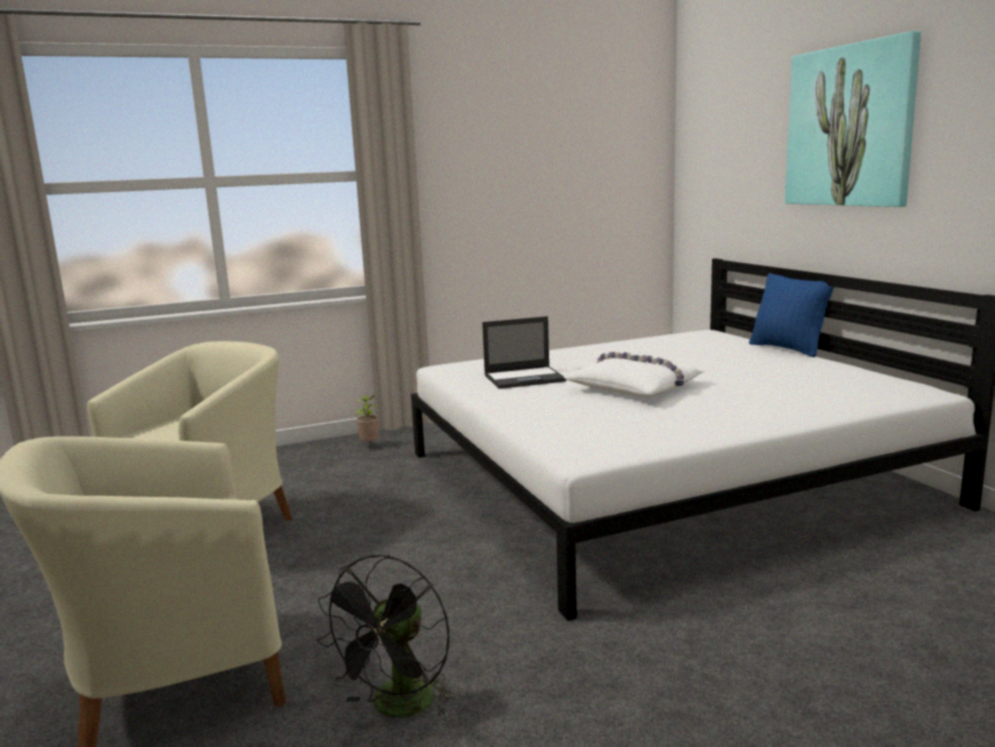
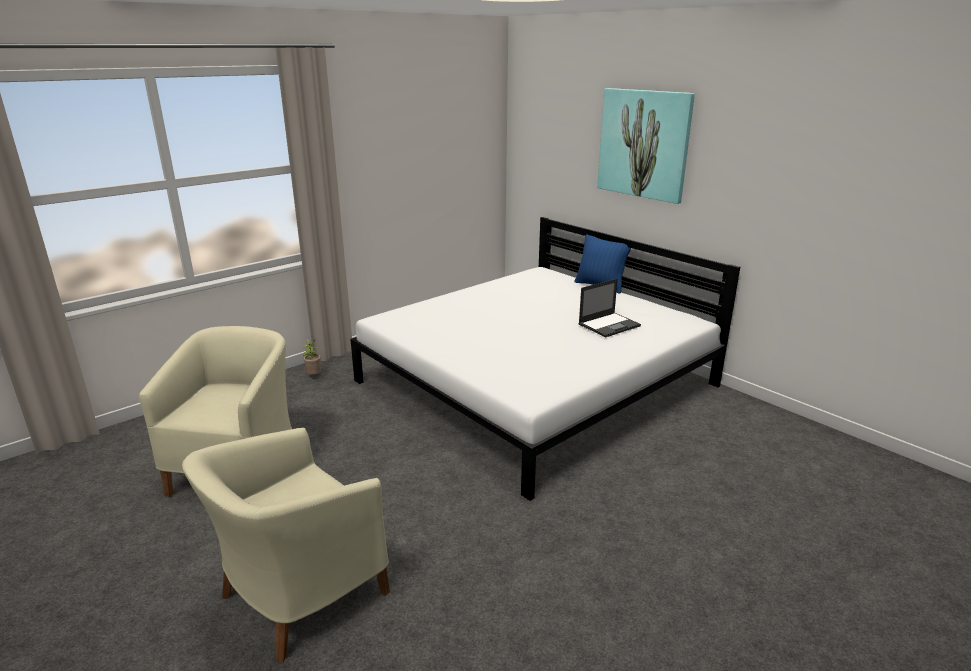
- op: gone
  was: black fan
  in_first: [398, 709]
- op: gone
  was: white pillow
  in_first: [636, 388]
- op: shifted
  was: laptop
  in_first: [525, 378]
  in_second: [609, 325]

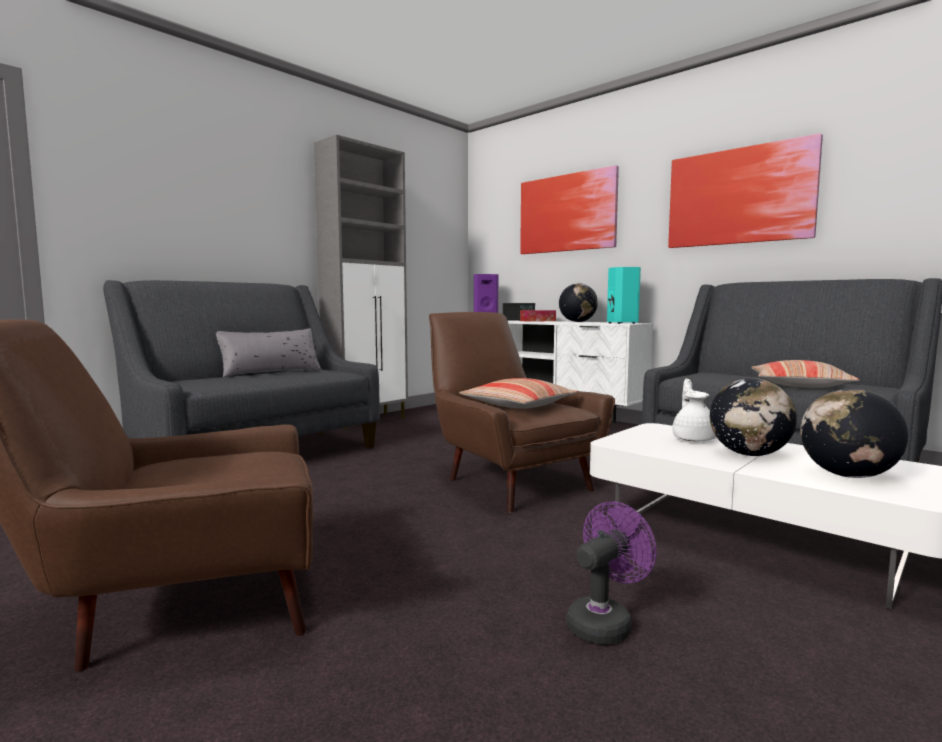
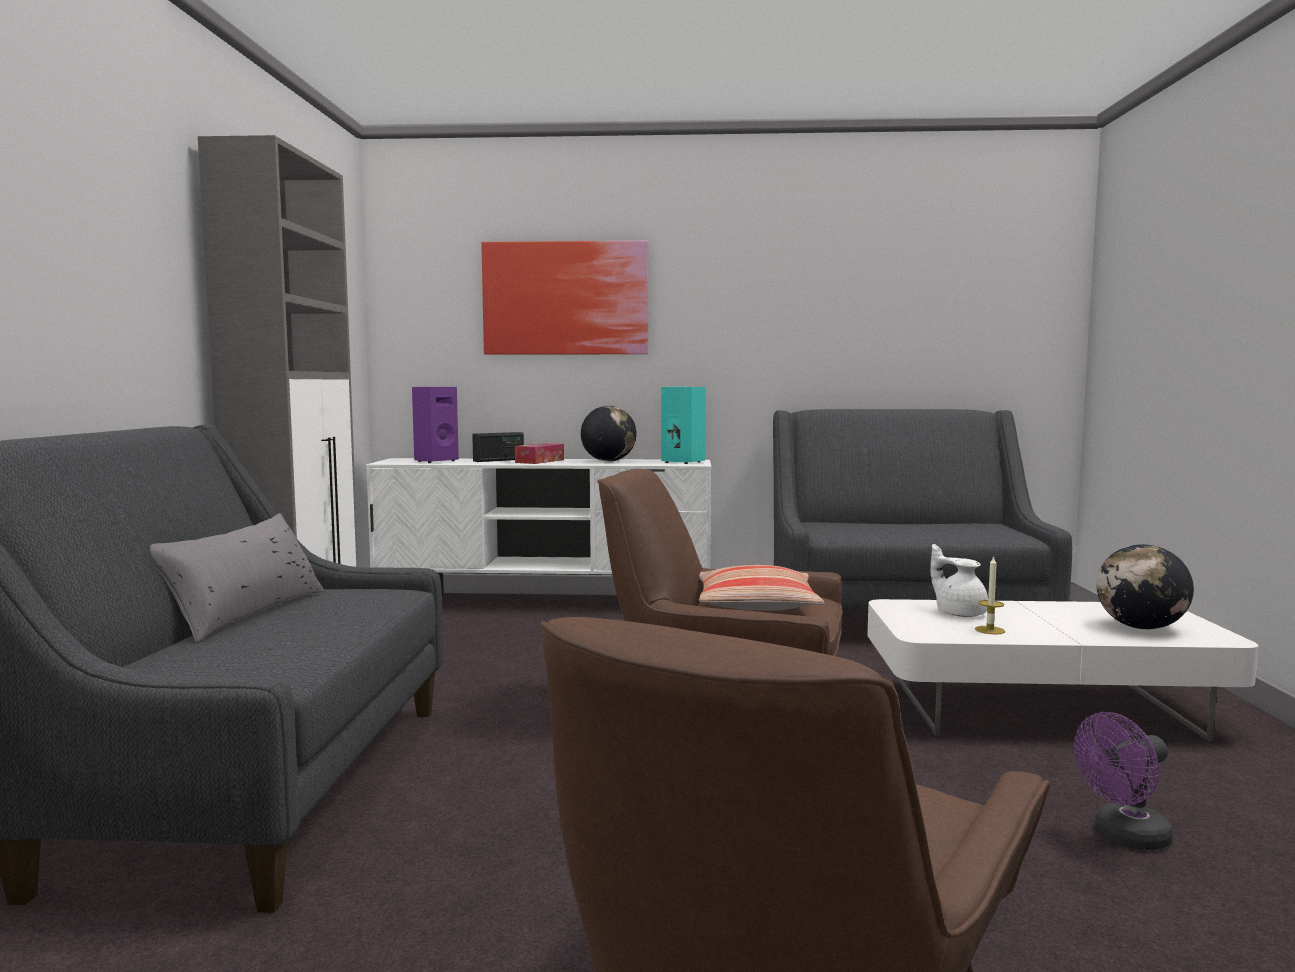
- op: gone
  was: picture
  in_first: [739, 196]
- op: gone
  was: globe
  in_first: [749, 454]
- op: gone
  was: pillow
  in_first: [799, 385]
- op: new
  now: candle
  in_second: [990, 630]
- op: rotated
  was: purple fan
  in_first: [604, 622]
  in_second: [1124, 837]
  clockwise: -120

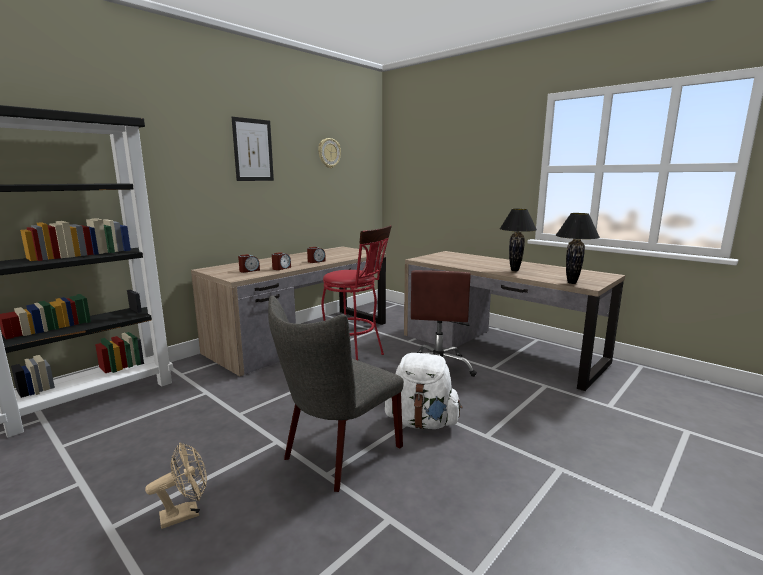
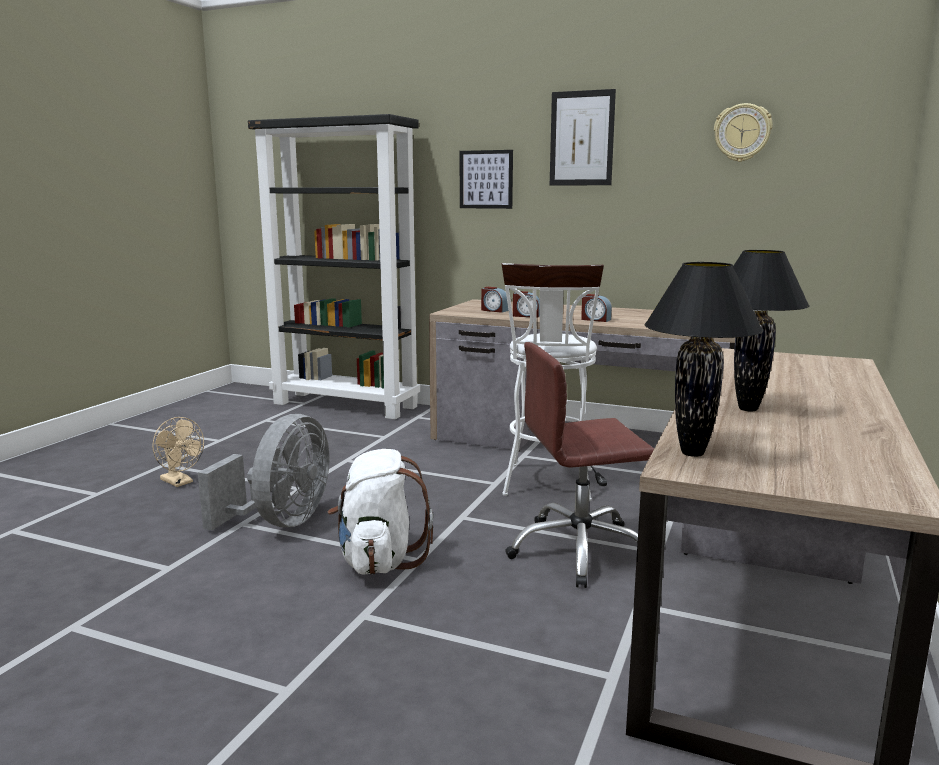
- op: new
  now: picture
  in_second: [486, 179]
- op: swapped
  was: grey chair
  now: grey fan
  in_first: [337, 455]
  in_second: [281, 522]
- op: repainted
  was: red stool
  now: white stool
  in_first: [355, 359]
  in_second: [548, 485]

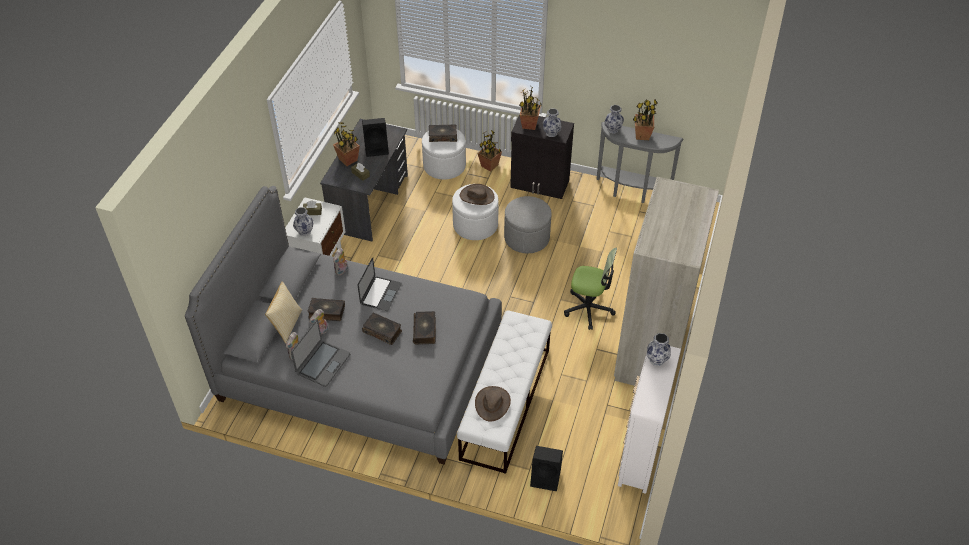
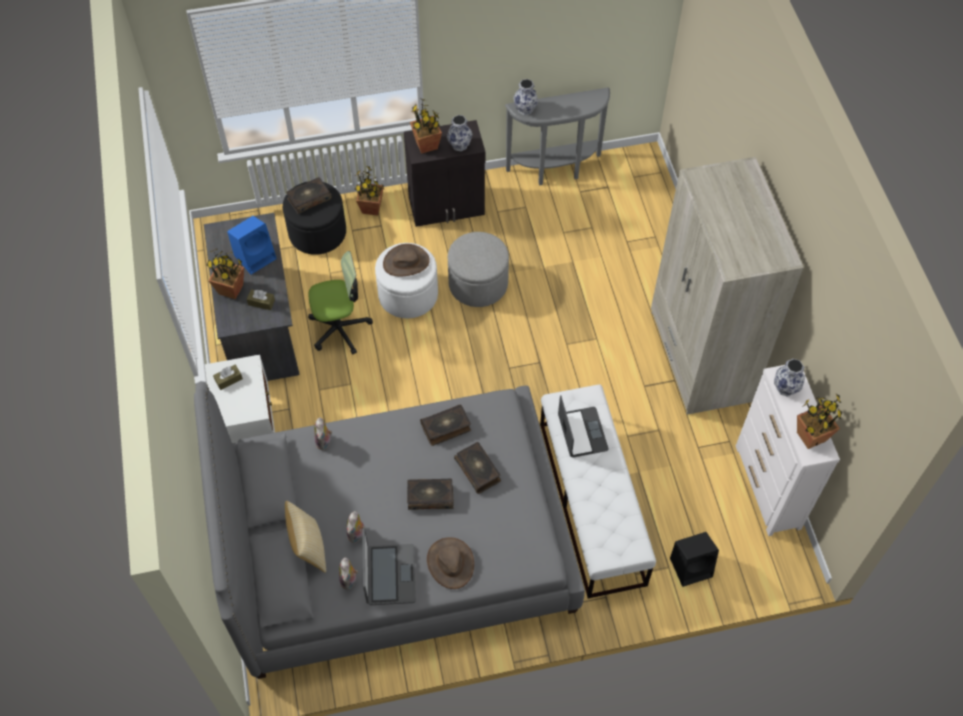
- op: gone
  was: vase
  in_first: [304, 232]
- op: shifted
  was: book
  in_first: [326, 312]
  in_second: [446, 428]
- op: shifted
  was: laptop
  in_first: [380, 294]
  in_second: [582, 432]
- op: shifted
  was: brown hat
  in_first: [492, 403]
  in_second: [450, 563]
- op: shifted
  was: office chair
  in_first: [588, 308]
  in_second: [339, 328]
- op: shifted
  was: potted plant
  in_first: [642, 135]
  in_second: [810, 437]
- op: repainted
  was: black speaker
  now: blue speaker
  in_first: [377, 148]
  in_second: [256, 256]
- op: repainted
  was: white ottoman
  now: black ottoman
  in_first: [444, 166]
  in_second: [317, 232]

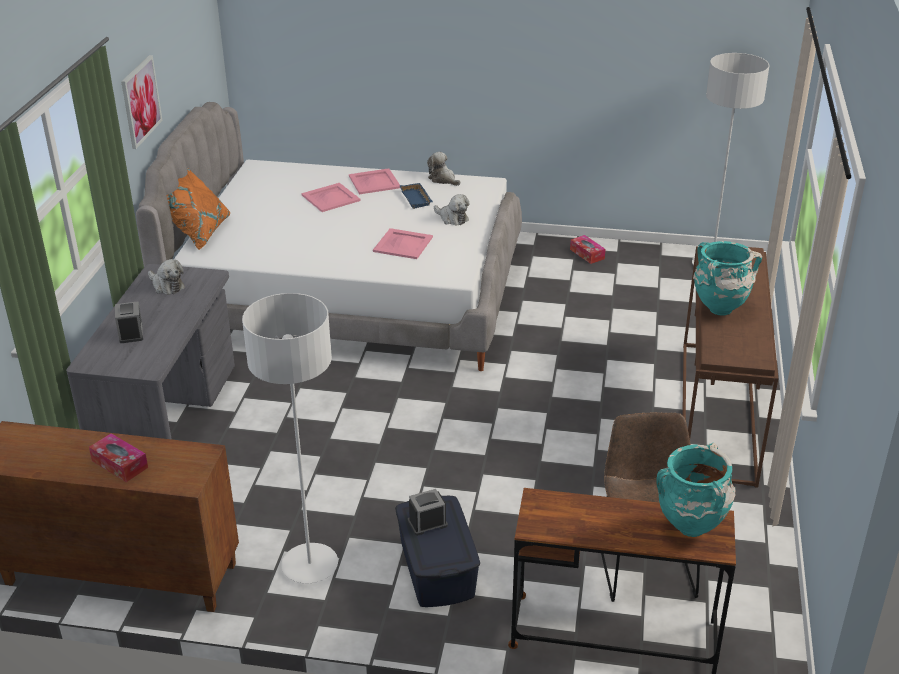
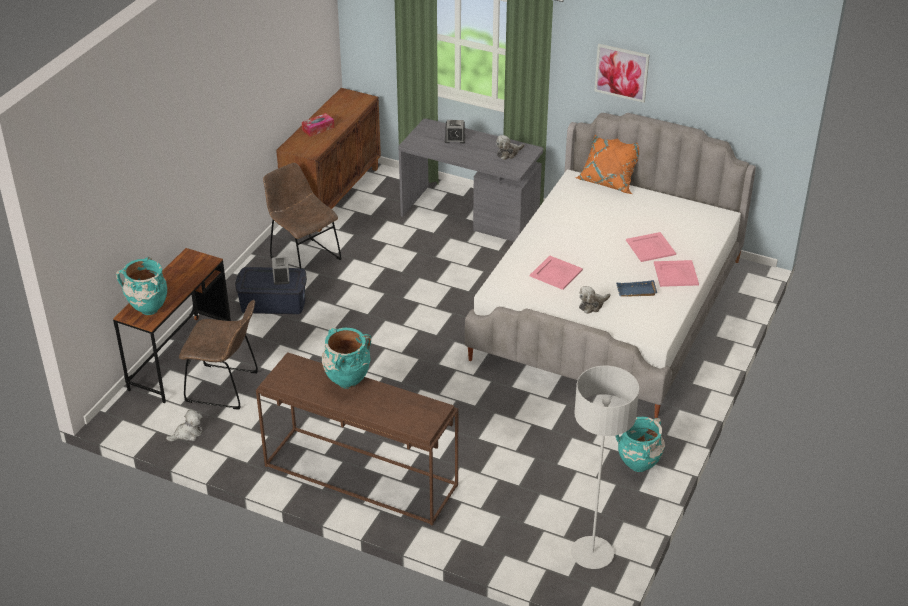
- op: shifted
  was: plush toy
  in_first: [443, 179]
  in_second: [188, 434]
- op: swapped
  was: white floor lamp
  now: brown chair
  in_first: [310, 565]
  in_second: [303, 257]
- op: swapped
  was: tissue box
  now: turquoise vase
  in_first: [587, 254]
  in_second: [638, 467]

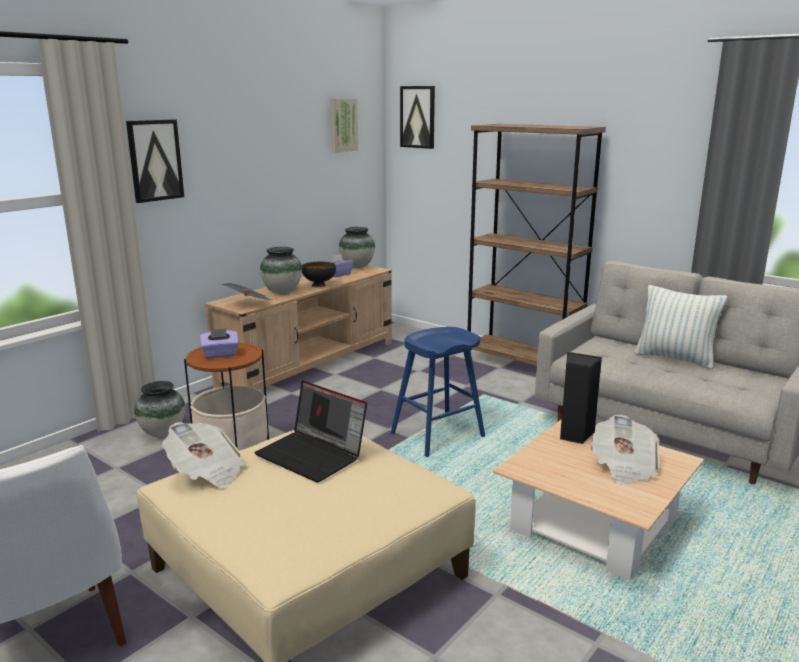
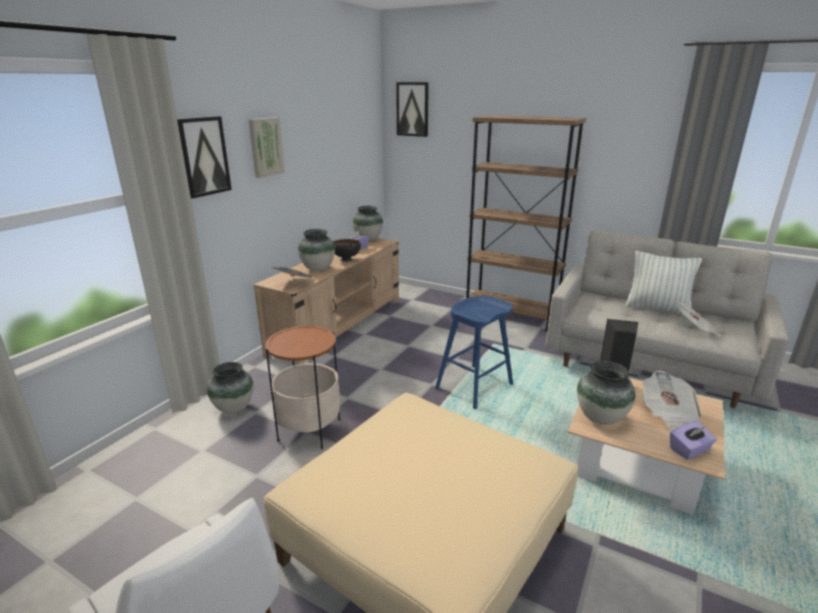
- op: gone
  was: laptop
  in_first: [313, 455]
- op: new
  now: vase
  in_second: [601, 418]
- op: shifted
  was: newspaper
  in_first: [206, 472]
  in_second: [694, 330]
- op: shifted
  was: purple tissue box
  in_first: [220, 354]
  in_second: [689, 450]
- op: shifted
  was: picture
  in_first: [342, 125]
  in_second: [265, 147]

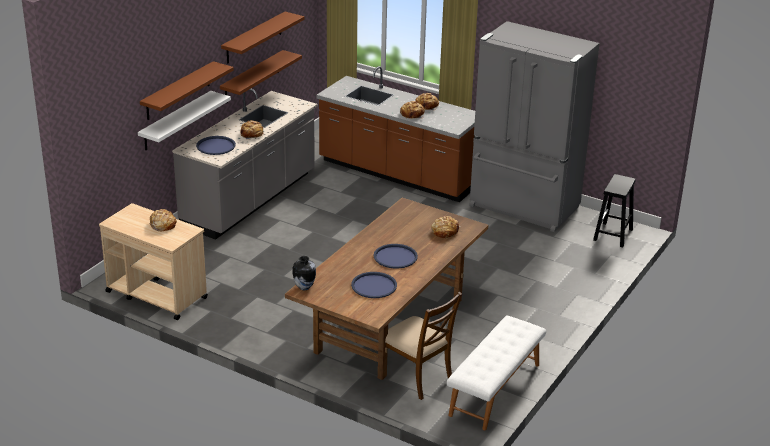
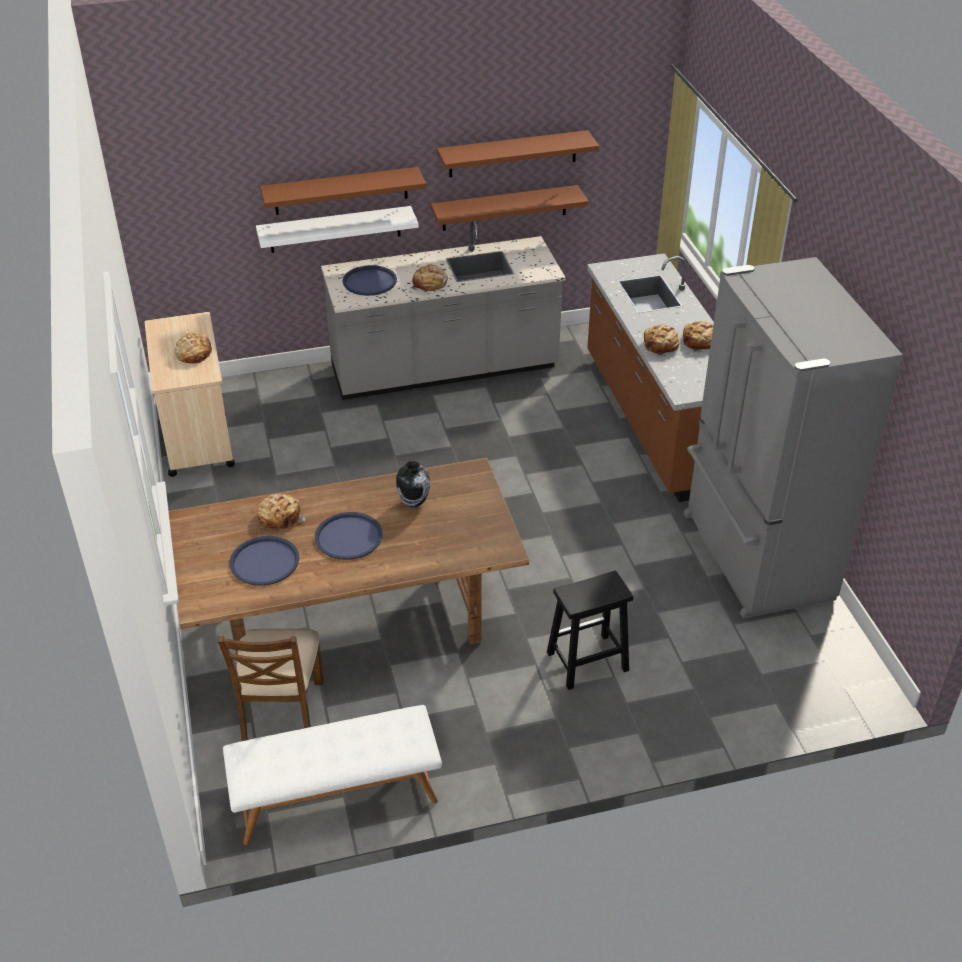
- op: shifted
  was: vase
  in_first: [304, 287]
  in_second: [414, 503]
- op: shifted
  was: bread
  in_first: [445, 231]
  in_second: [280, 517]
- op: shifted
  was: black stool
  in_first: [613, 235]
  in_second: [586, 662]

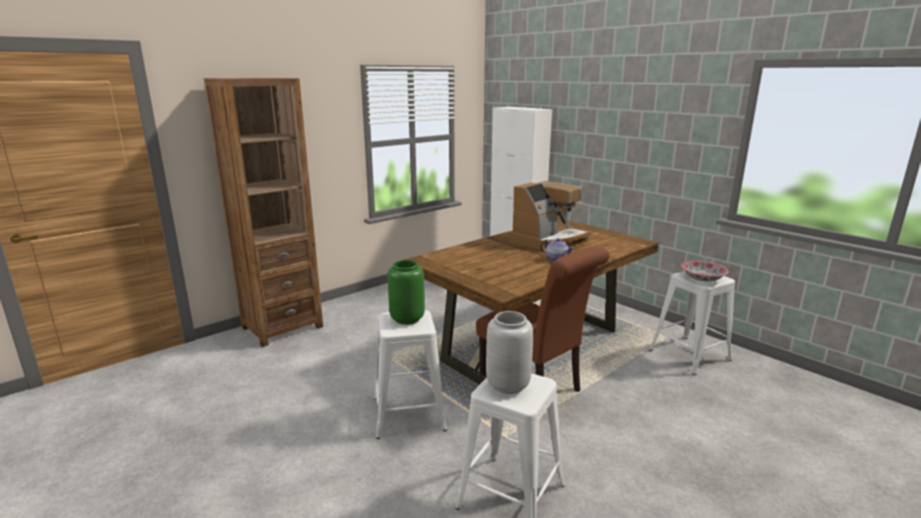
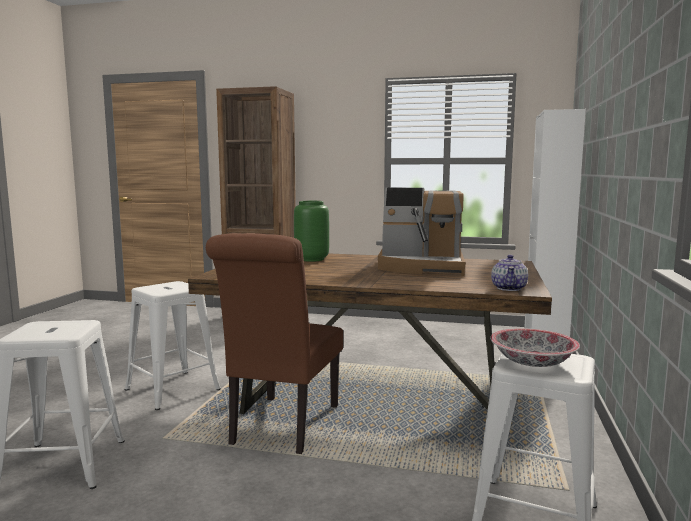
- op: gone
  was: grey vase
  in_first: [507, 385]
- op: shifted
  was: green vase
  in_first: [407, 318]
  in_second: [312, 259]
- op: shifted
  was: teapot
  in_first: [557, 259]
  in_second: [509, 288]

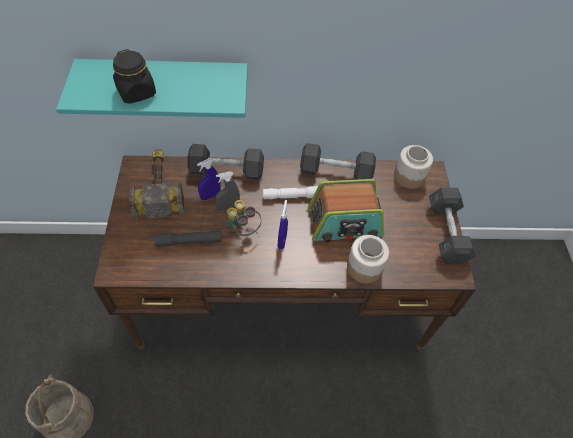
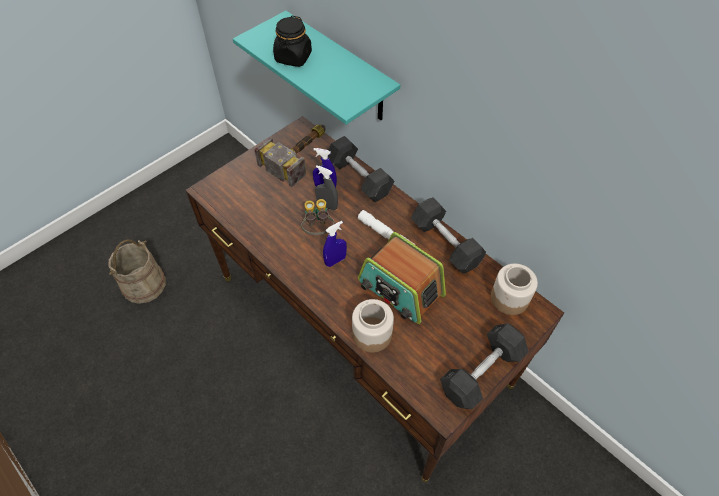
- op: gone
  was: grey flashlight
  in_first: [189, 241]

